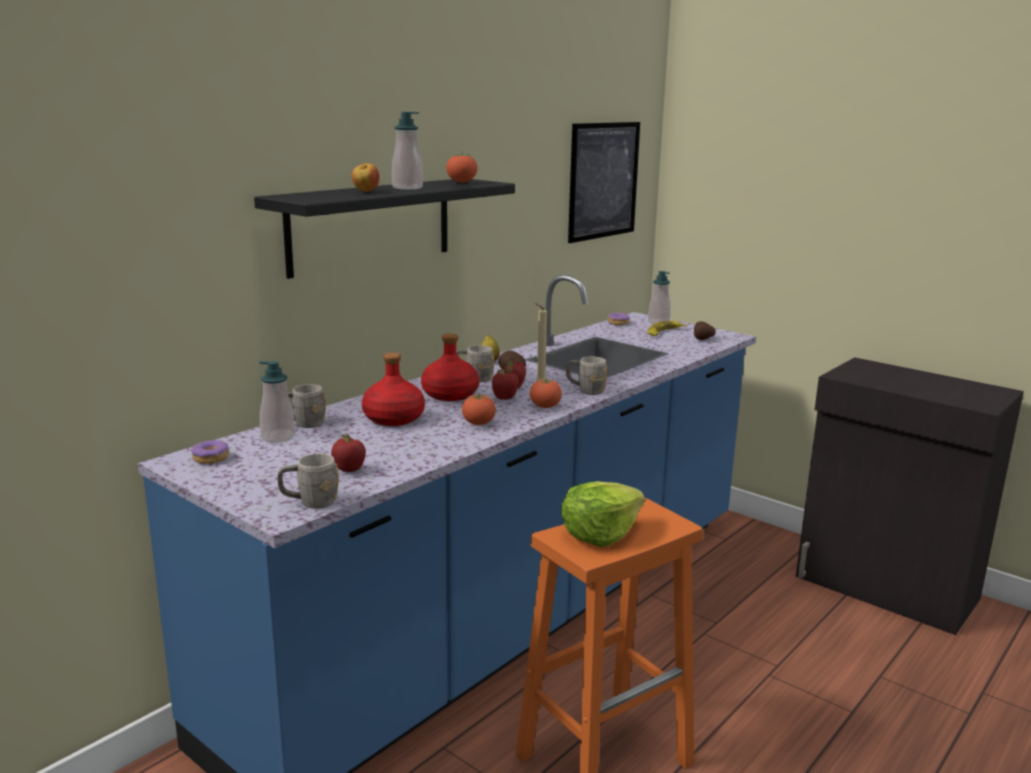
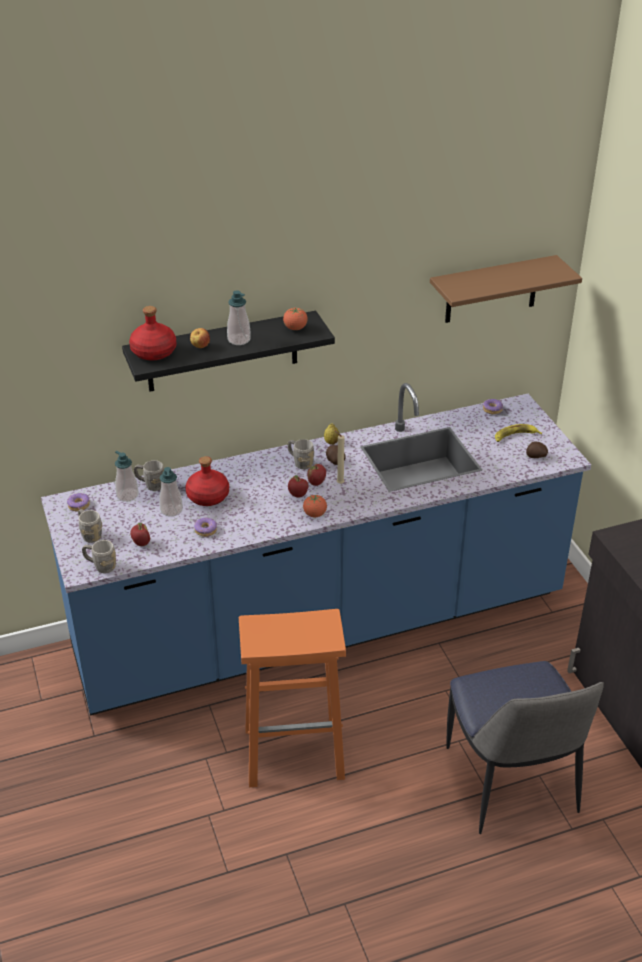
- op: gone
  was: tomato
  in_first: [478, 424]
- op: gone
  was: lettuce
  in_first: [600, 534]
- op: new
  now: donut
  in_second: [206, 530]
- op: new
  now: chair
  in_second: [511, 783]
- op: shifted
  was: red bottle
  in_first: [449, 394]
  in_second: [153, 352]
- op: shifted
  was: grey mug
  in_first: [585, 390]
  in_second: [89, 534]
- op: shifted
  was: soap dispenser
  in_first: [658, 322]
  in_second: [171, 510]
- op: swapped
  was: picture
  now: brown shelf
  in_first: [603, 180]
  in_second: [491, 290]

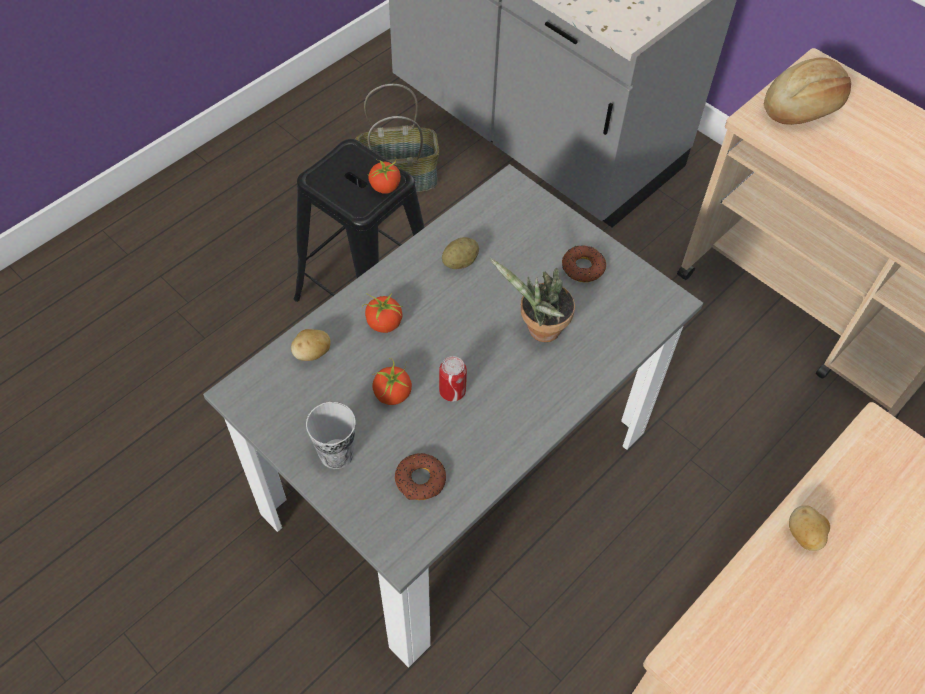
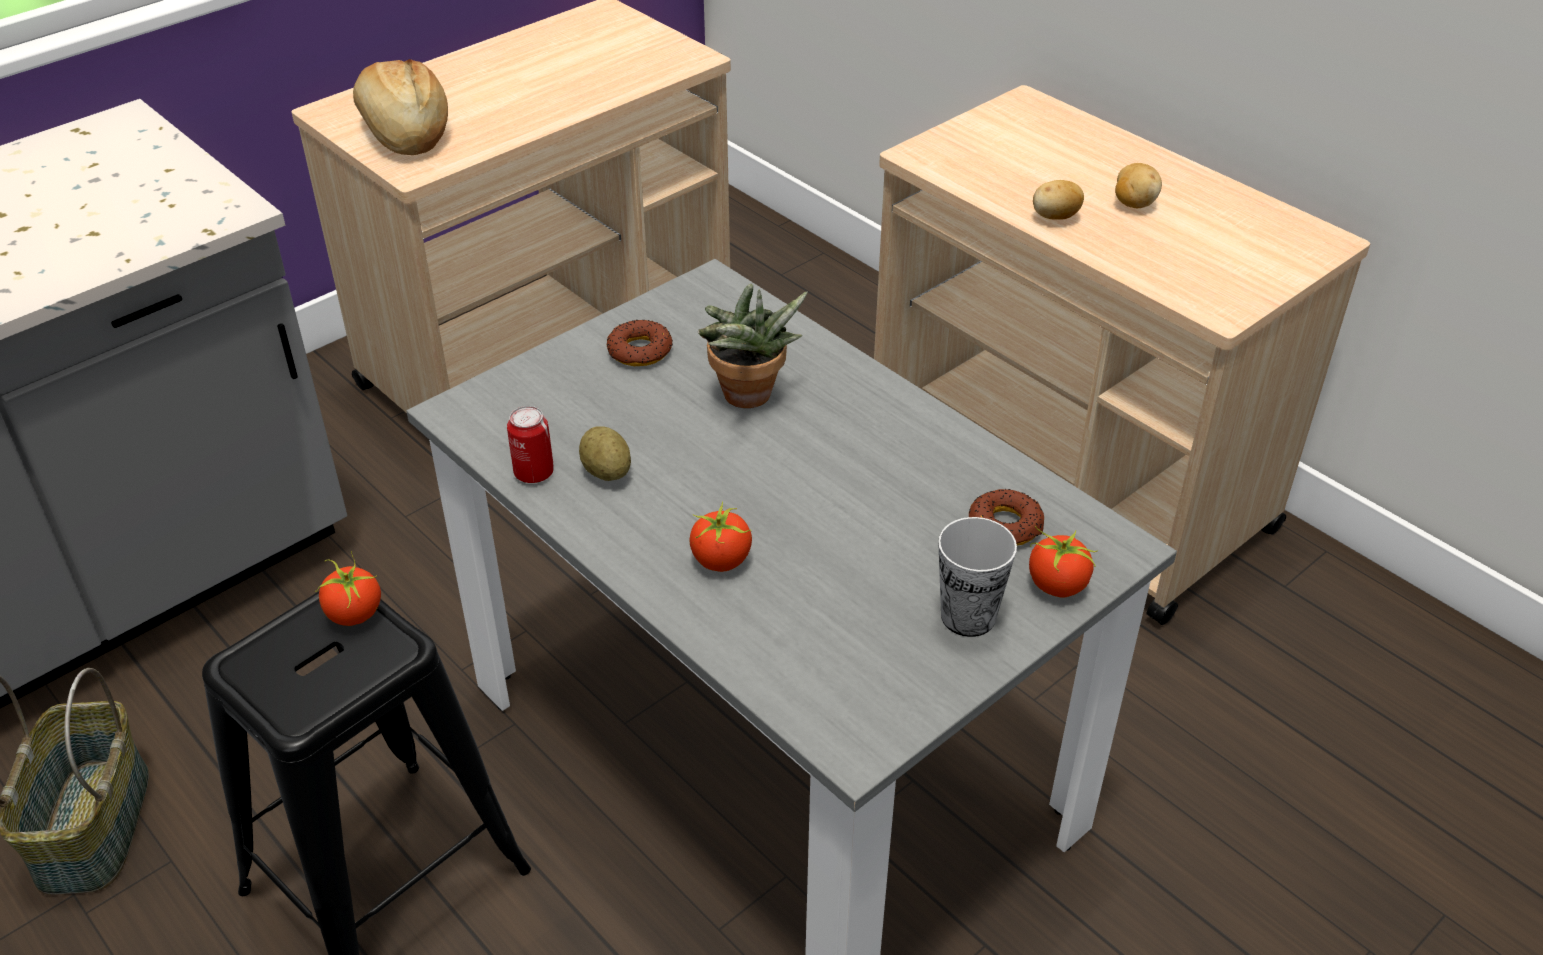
- op: shifted
  was: potato
  in_first: [312, 353]
  in_second: [1133, 203]
- op: shifted
  was: tomato
  in_first: [392, 394]
  in_second: [1056, 585]
- op: shifted
  was: can
  in_first: [452, 391]
  in_second: [534, 473]

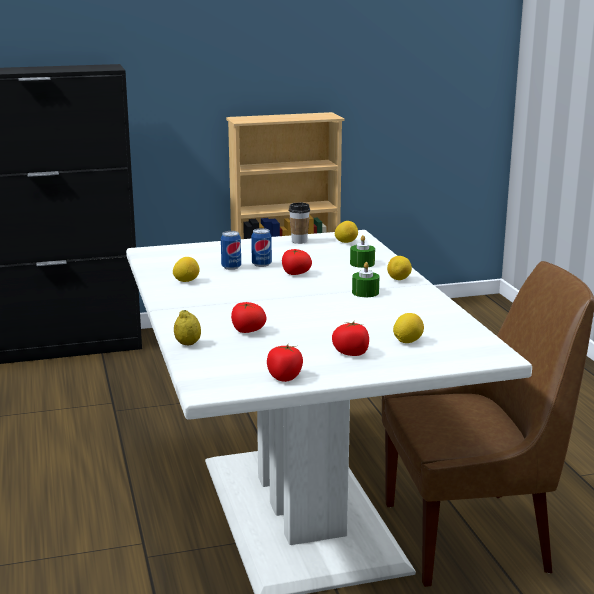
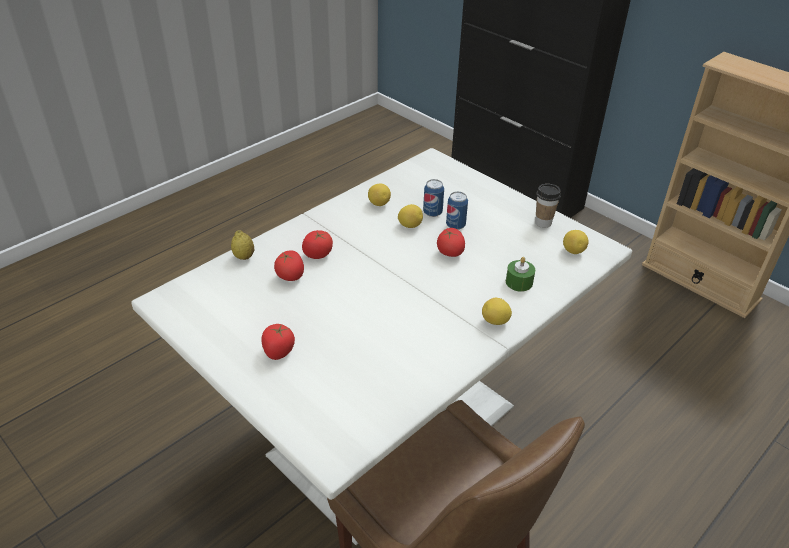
- op: gone
  was: green candle
  in_first: [365, 292]
- op: shifted
  was: tomato
  in_first: [284, 377]
  in_second: [318, 254]
- op: shifted
  was: lemon
  in_first: [407, 341]
  in_second: [410, 225]

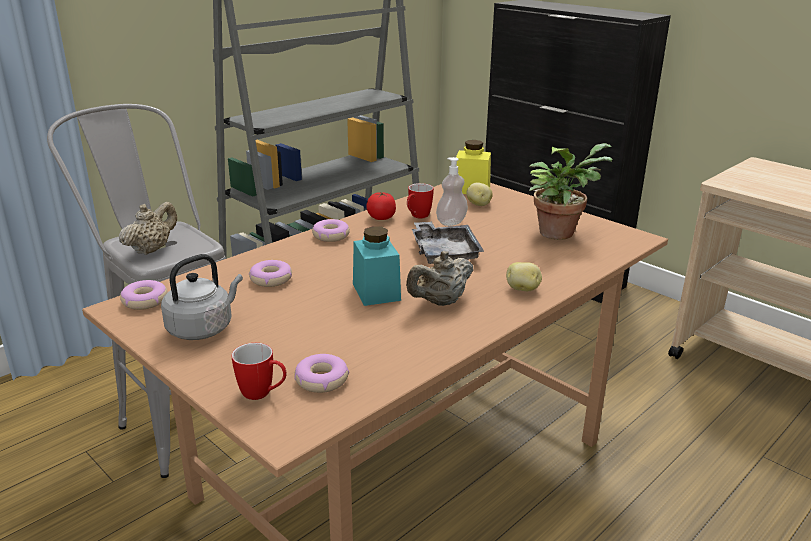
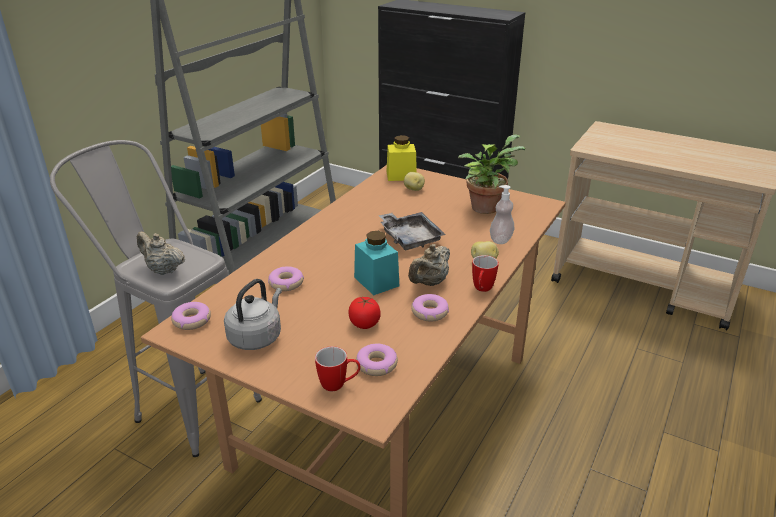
- op: shifted
  was: donut
  in_first: [331, 236]
  in_second: [429, 312]
- op: shifted
  was: tomato
  in_first: [381, 217]
  in_second: [364, 323]
- op: shifted
  was: mug
  in_first: [417, 217]
  in_second: [482, 290]
- op: shifted
  was: soap dispenser
  in_first: [451, 222]
  in_second: [501, 239]
- op: rotated
  was: beige teapot
  in_first: [151, 249]
  in_second: [163, 270]
  clockwise: -75

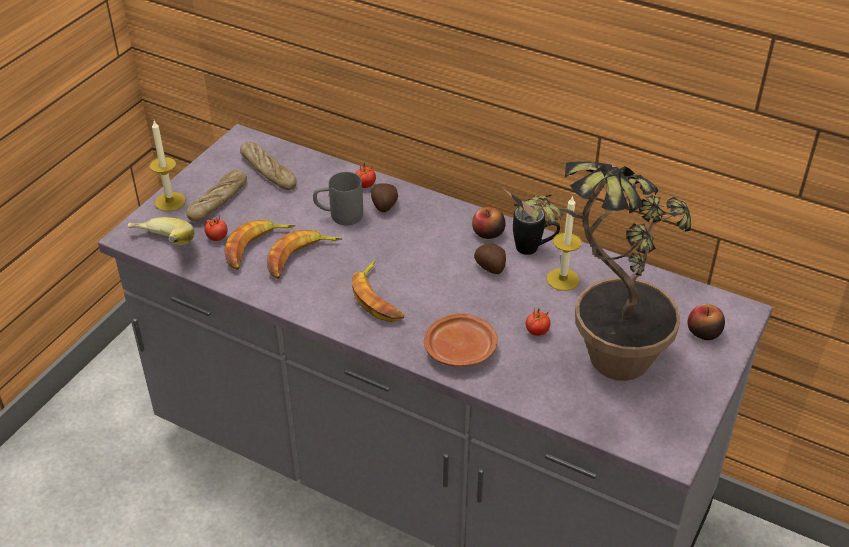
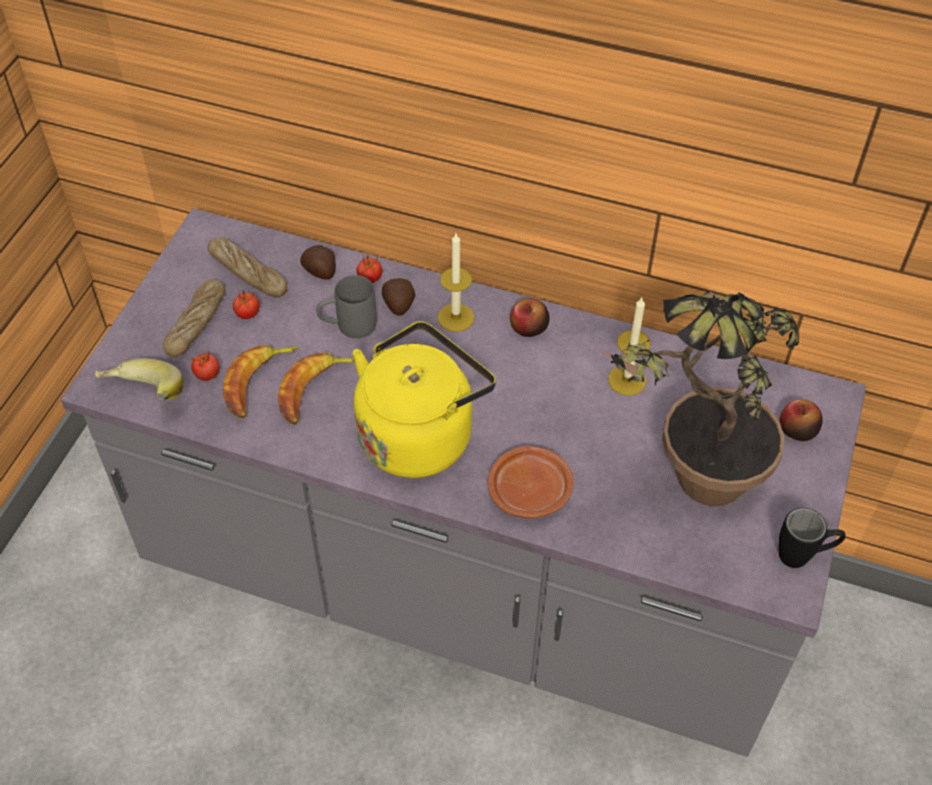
- op: shifted
  was: candle
  in_first: [170, 201]
  in_second: [456, 317]
- op: shifted
  was: potato
  in_first: [491, 268]
  in_second: [321, 272]
- op: shifted
  was: black mug
  in_first: [534, 249]
  in_second: [803, 556]
- op: shifted
  was: tomato
  in_first: [537, 332]
  in_second: [247, 314]
- op: swapped
  was: banana
  now: yellow kettle
  in_first: [378, 298]
  in_second: [419, 434]

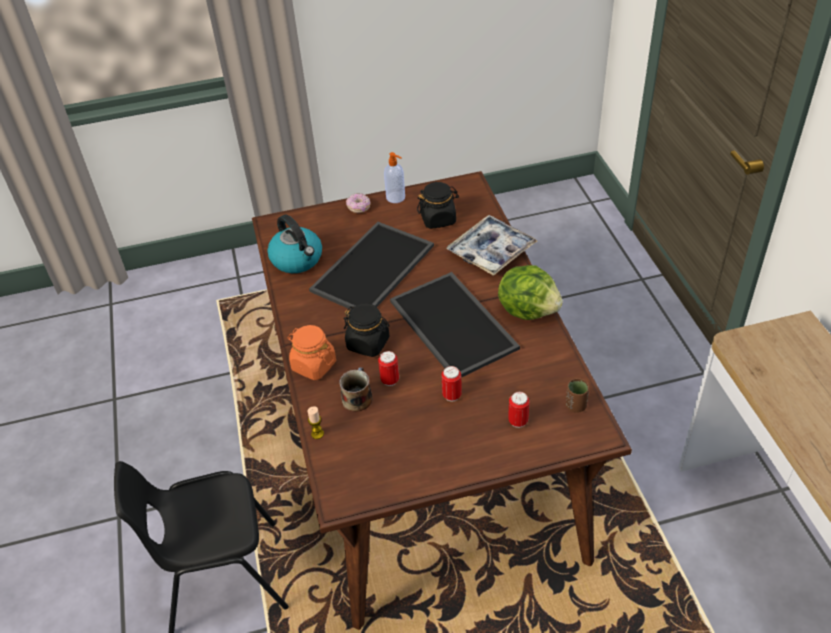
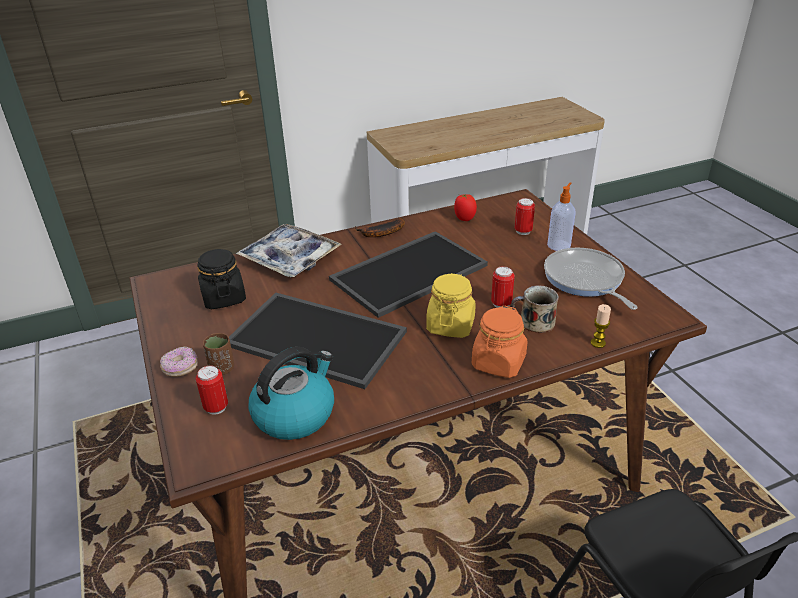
- op: new
  now: tomato
  in_second: [464, 218]
- op: new
  now: frying pan
  in_second: [585, 280]
- op: shifted
  was: soap dispenser
  in_first: [396, 198]
  in_second: [559, 245]
- op: shifted
  was: can
  in_first: [452, 395]
  in_second: [216, 407]
- op: shifted
  was: brown cup
  in_first: [576, 406]
  in_second: [222, 369]
- op: swapped
  was: lettuce
  now: banana
  in_first: [528, 310]
  in_second: [380, 233]
- op: repainted
  was: black jar
  now: yellow jar
  in_first: [368, 343]
  in_second: [450, 325]

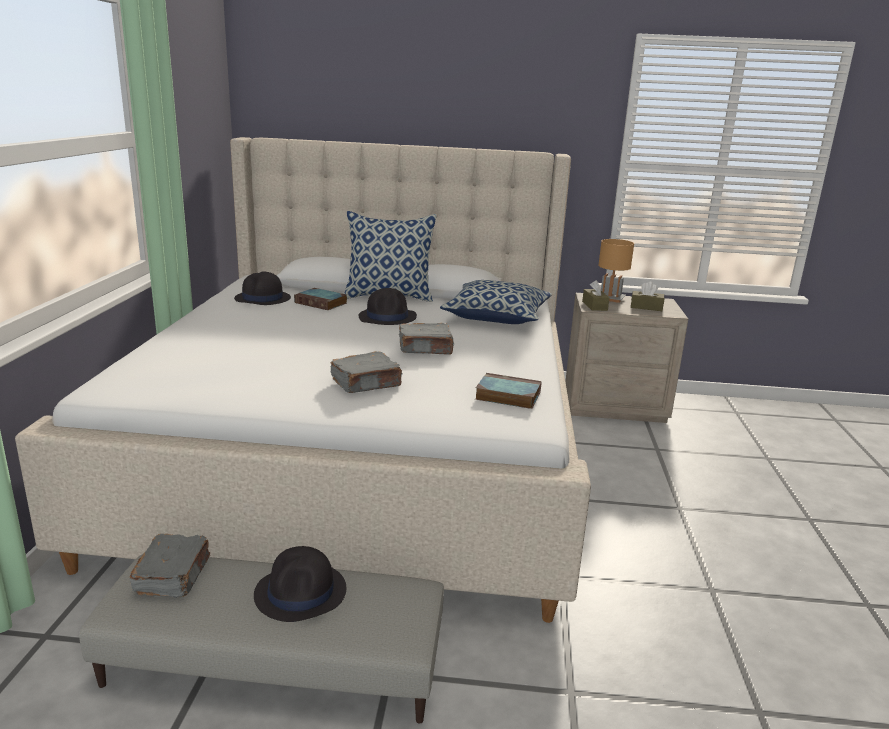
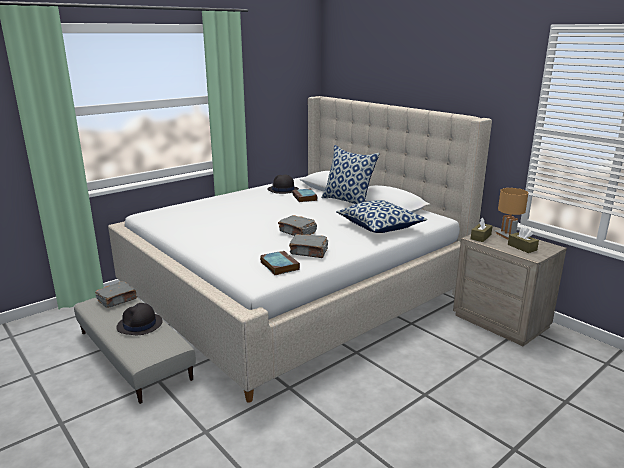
- op: gone
  was: black hat
  in_first: [388, 317]
- op: shifted
  was: grey book
  in_first: [367, 384]
  in_second: [309, 252]

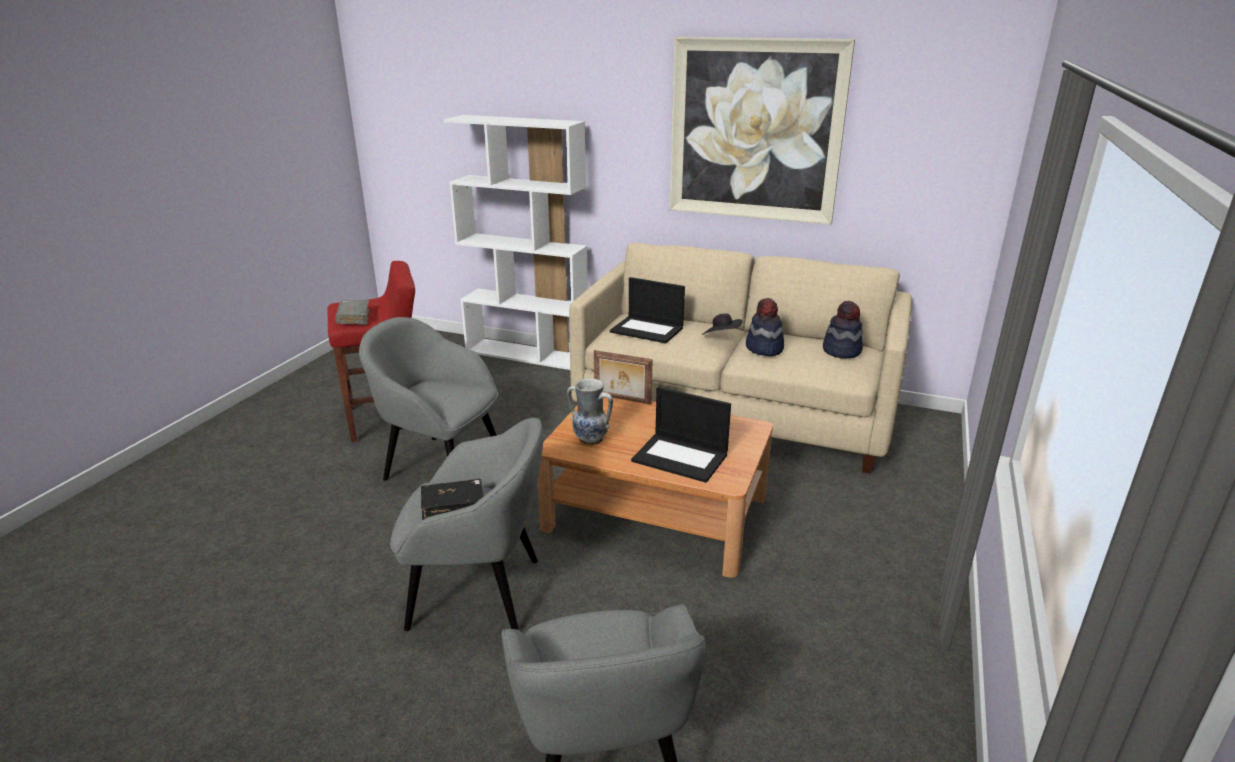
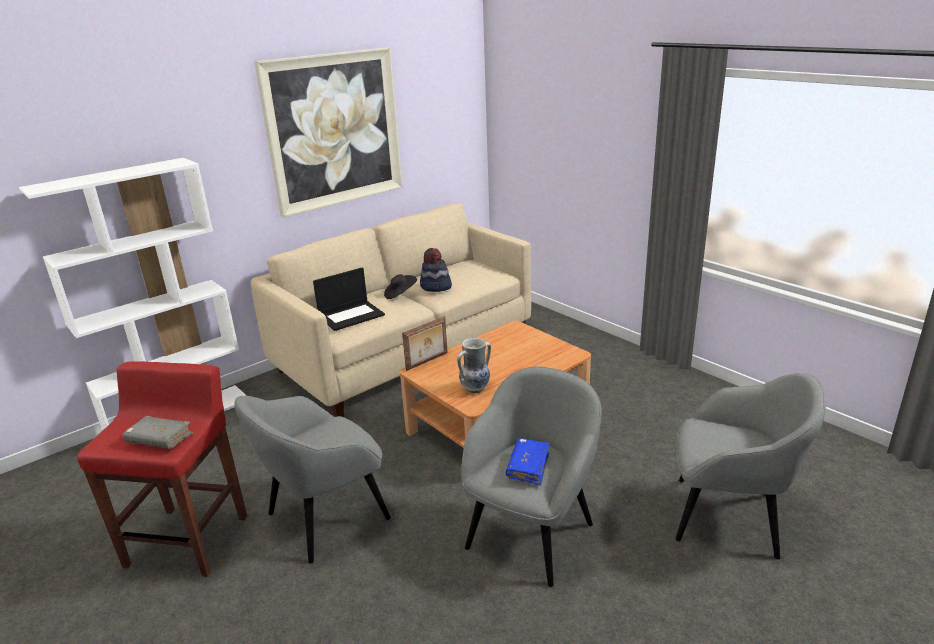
- op: gone
  was: laptop
  in_first: [681, 457]
- op: gone
  was: hat
  in_first: [842, 351]
- op: repainted
  was: black book
  now: blue book
  in_first: [453, 505]
  in_second: [528, 466]

